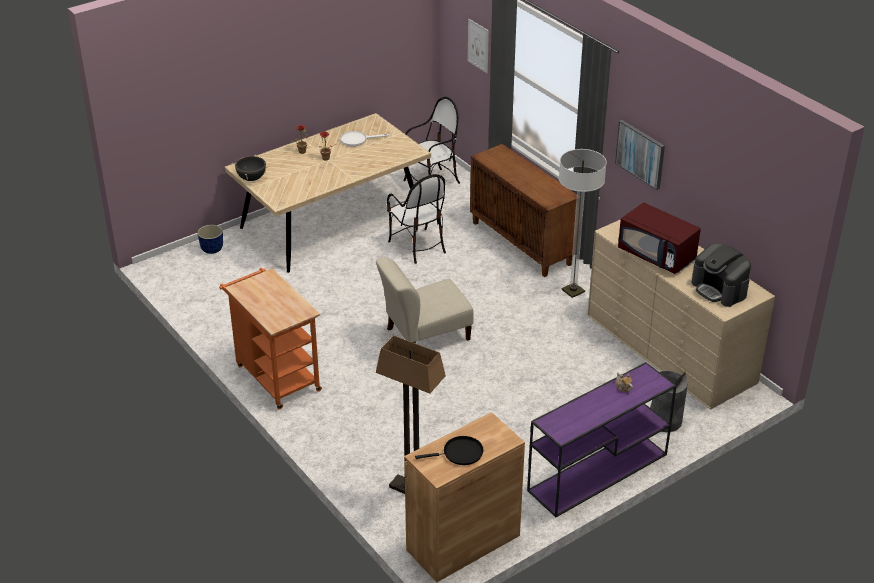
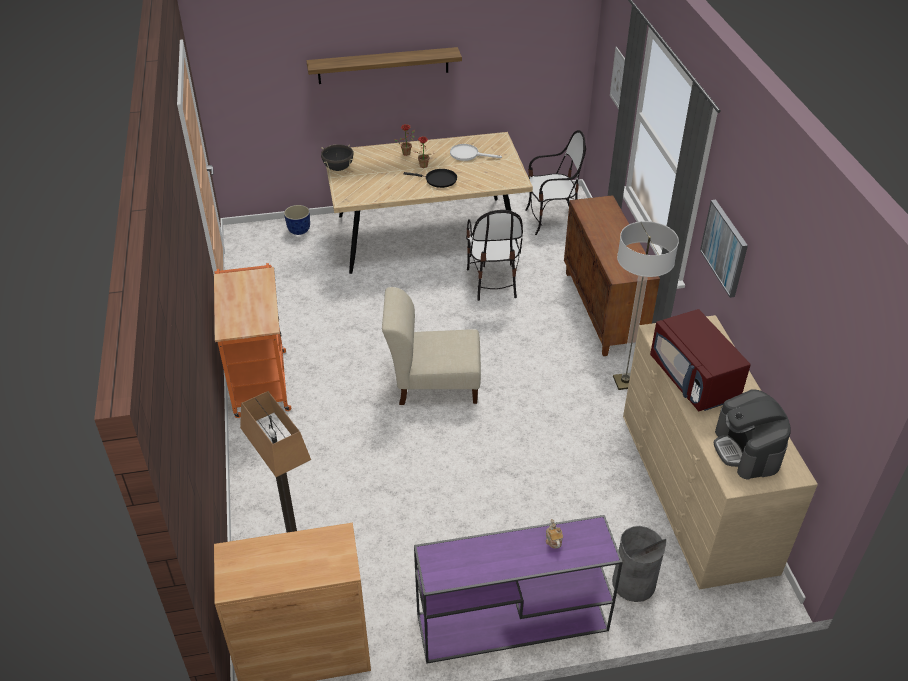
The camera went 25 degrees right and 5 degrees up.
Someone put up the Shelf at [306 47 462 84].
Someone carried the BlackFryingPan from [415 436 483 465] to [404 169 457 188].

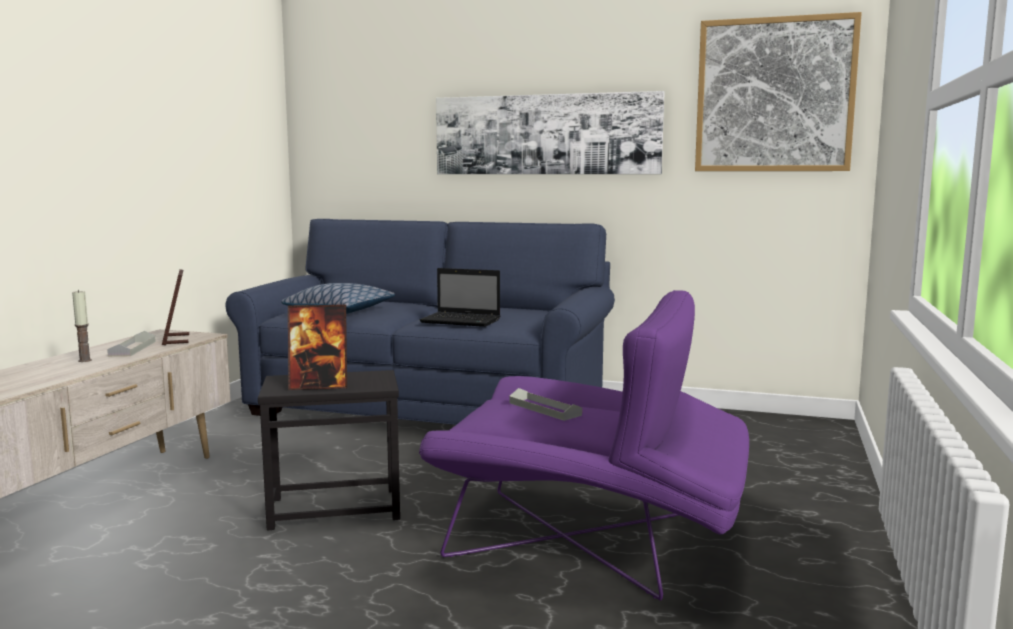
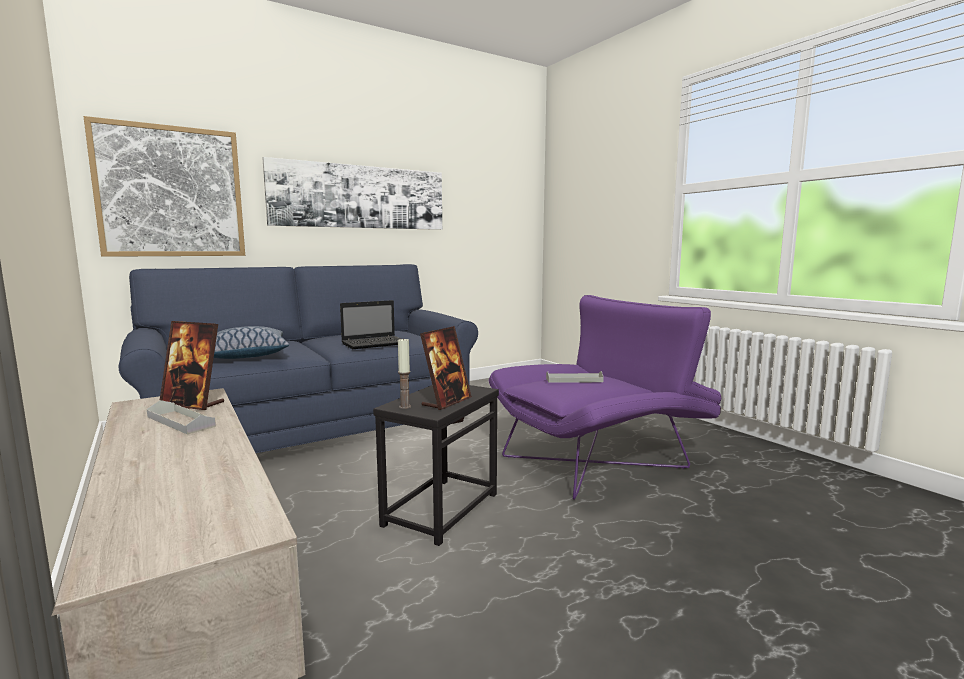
The camera went 50 degrees left and 0 degrees up.
Someone carried the Candle from [72 290 92 362] to [398 338 411 409].
Someone carried the Picture from [695 12 862 171] to [83 116 245 257].

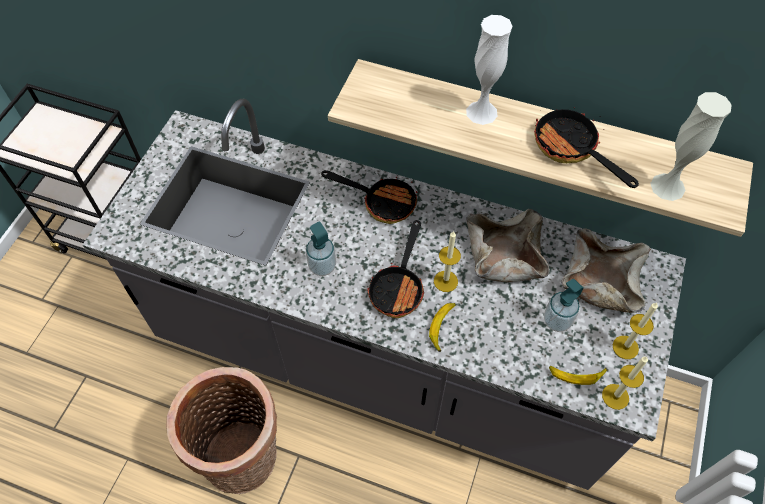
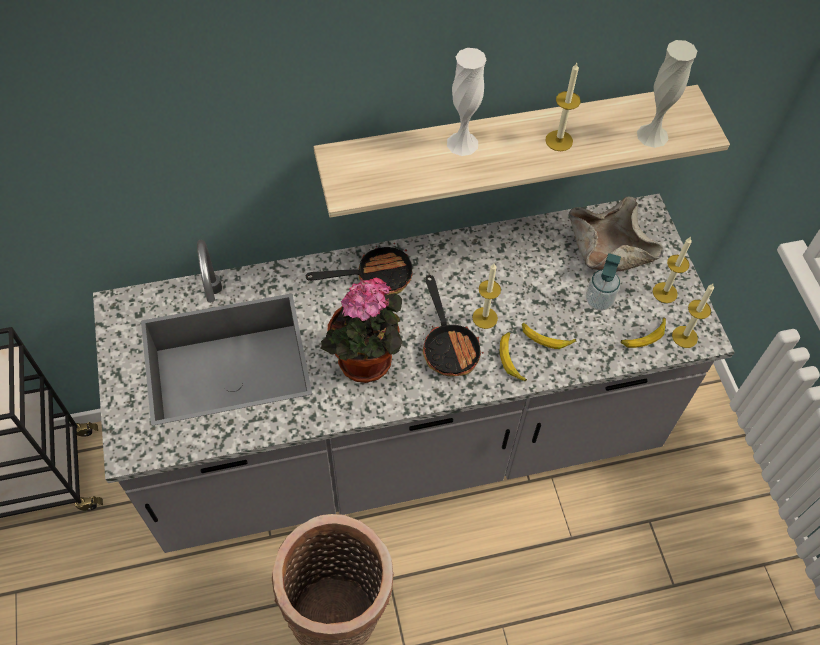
The camera went 35 degrees left and 0 degrees up.
Someone took away the BeigeBowl at [466 209 549 282].
Someone put down the Banana at [522 323 576 349].
Someone swapped the SoapDispenser at [306 222 336 276] for the PottedPlant at [321 278 403 383].
Someone swapped the FryingPan at [534 109 639 188] for the Candle at [545 63 581 151].

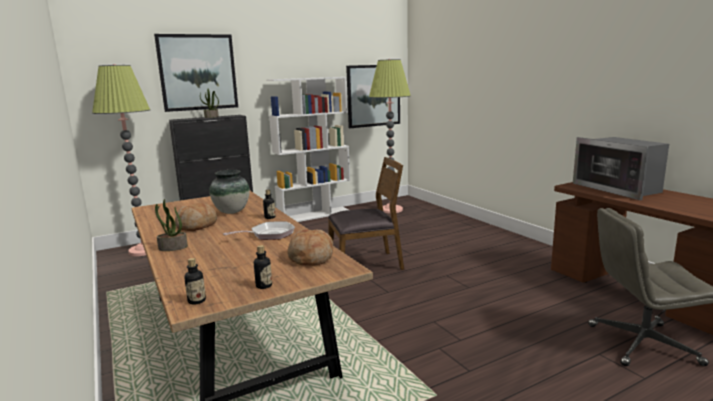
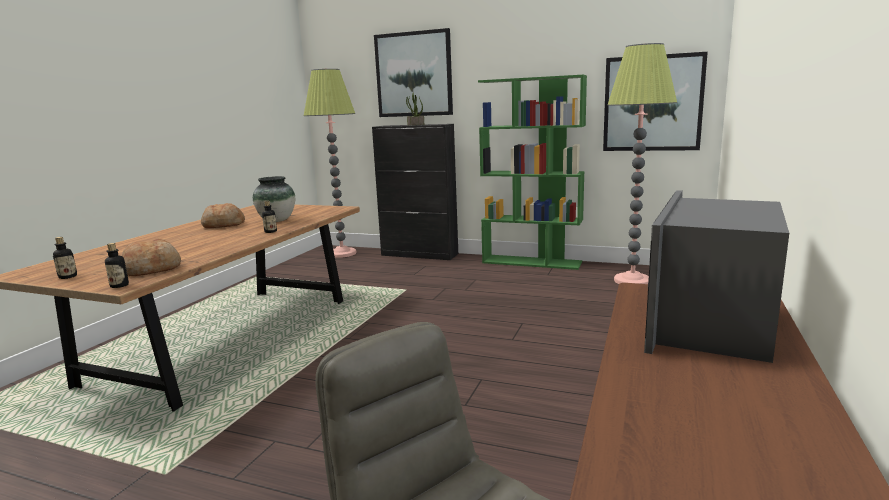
The camera went 50 degrees right and 0 degrees up.
Someone took away the PottedPlant at [155 199 188 251].
Someone took away the FryingPan at [223 221 295 240].
Someone took away the BrownChair at [328 157 404 270].
Someone carried the Bottle from [184 258 206 305] to [105 243 129 288].
Someone repainted the WhiteBookcase at [266 77 350 222], which became the GreenBookcase at [478 75 587 270].

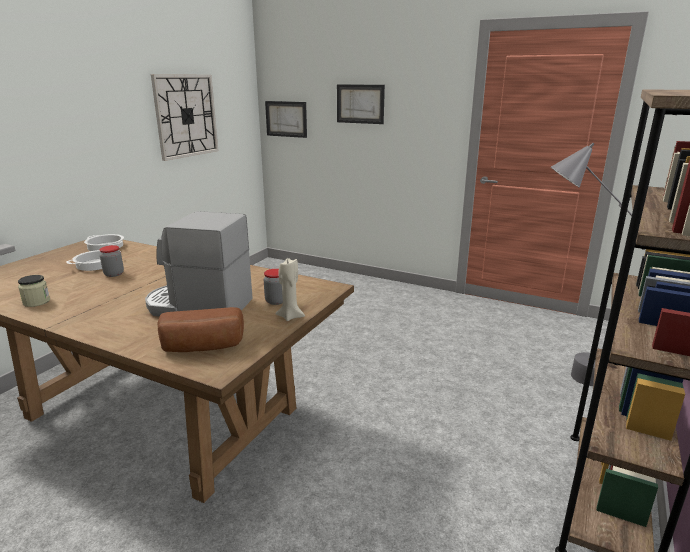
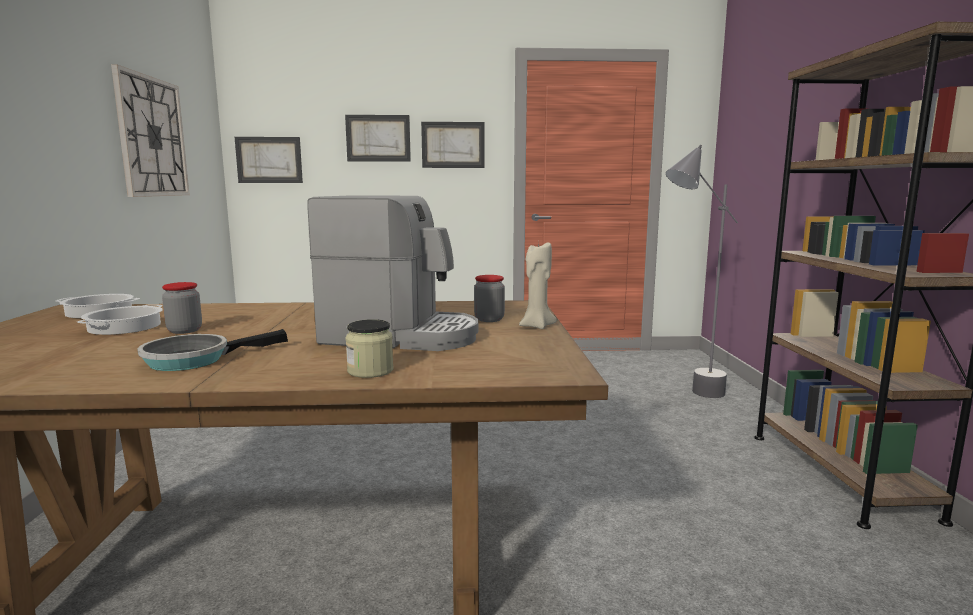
The camera went 30 degrees left and 10 degrees down.
Someone took away the Bread at [158 307 244 352].
Someone put down the FryingPan at [137 329 288 371].
Someone put up the Picture at [421 122 485 168].
Someone carried the Jar from [18 275 50 307] to [346 319 394 378].
Someone rotated the CoffeeMachine at [145 211 253 317] by 150 degrees counterclockwise.

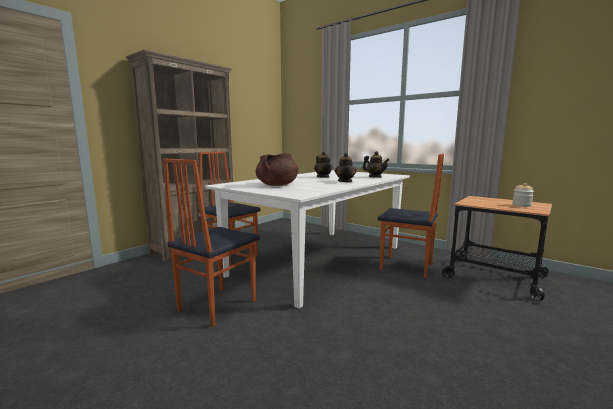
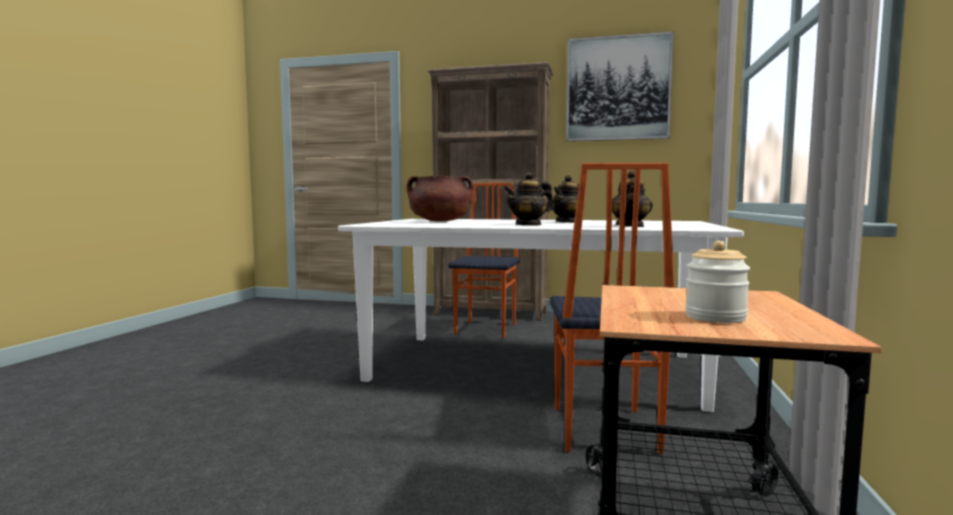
The camera went 65 degrees right and 5 degrees down.
Someone took away the Chair at [163 159 260 327].
Someone put up the Picture at [566 31 674 141].

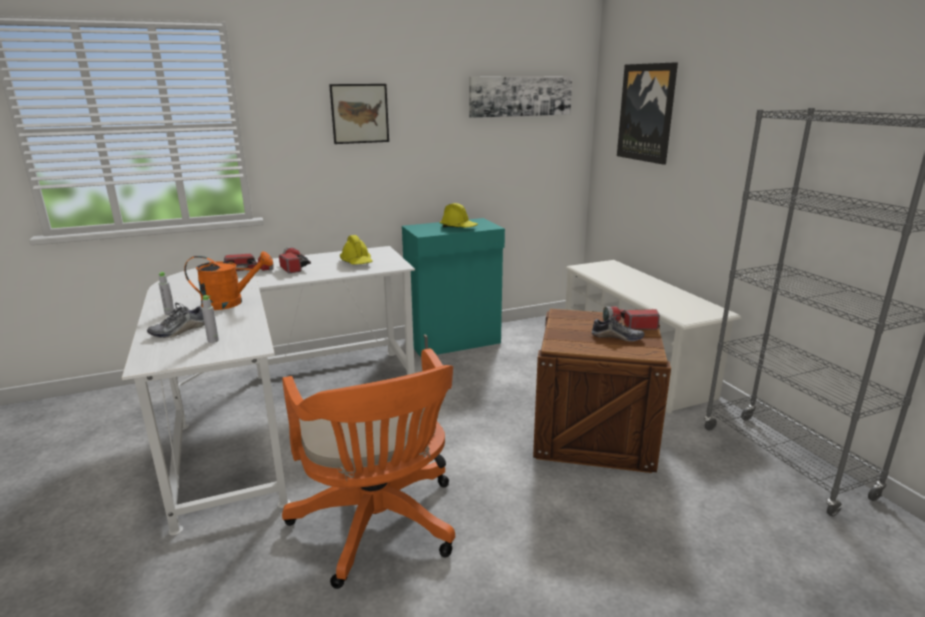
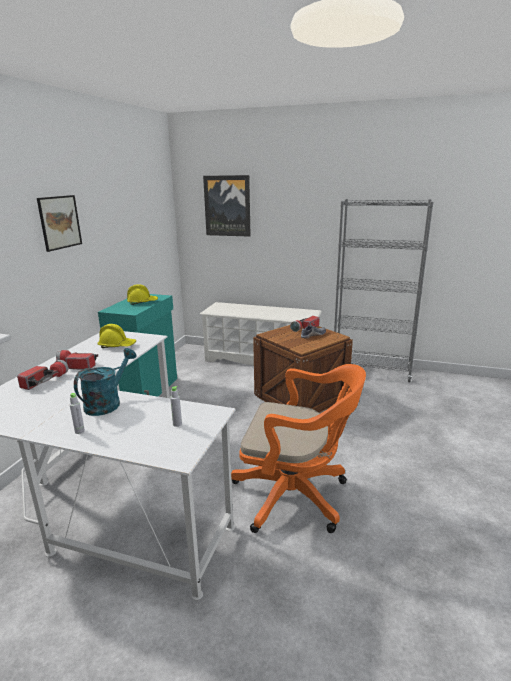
The camera went 50 degrees left and 0 degrees up.
Someone took away the Shoe at [147 303 205 338].
Someone took away the Picture at [469 76 572 118].
Someone repainted the OrangeWateringCan at [184 251 273 310], which became the TurquoiseWateringCan at [74 348 136 416].

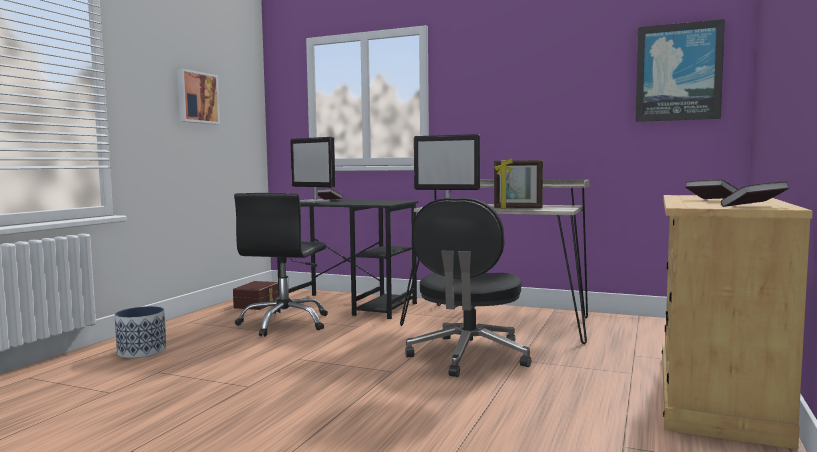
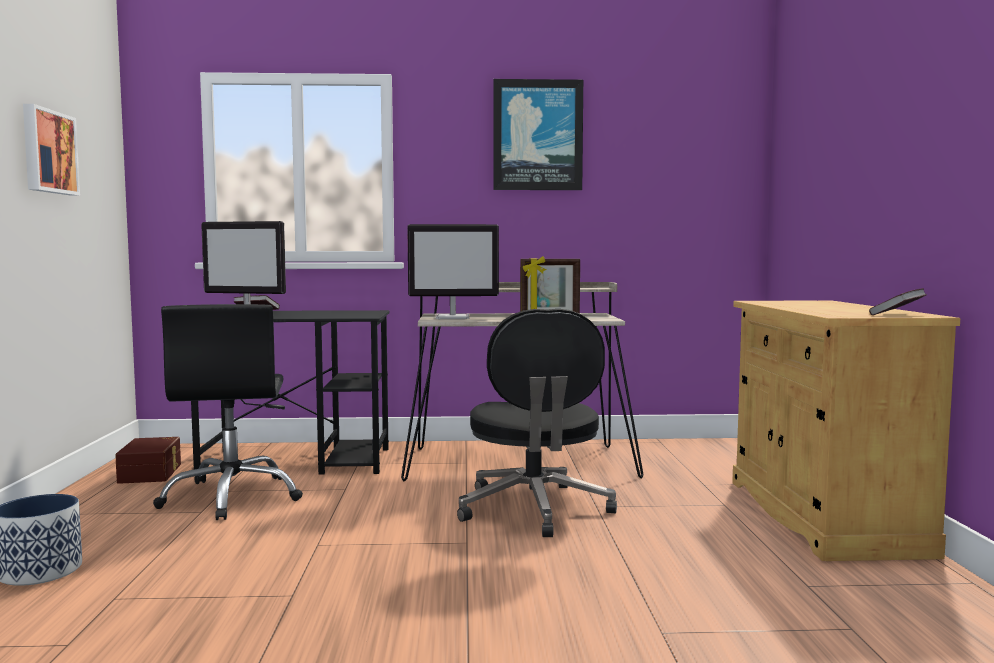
The camera went 25 degrees left and 0 degrees up.
Someone took away the Book at [685 180 738 199].
Someone carried the Picture from [635 19 725 122] to [493 79 583 190].

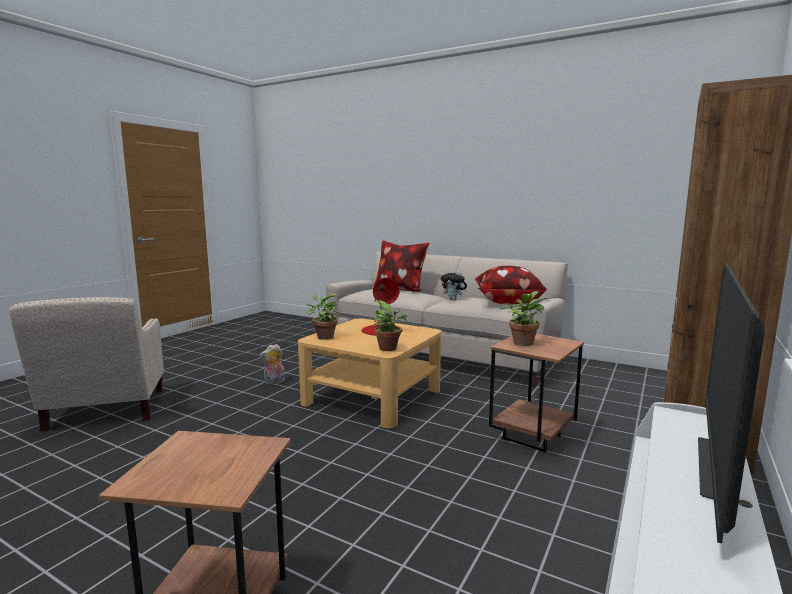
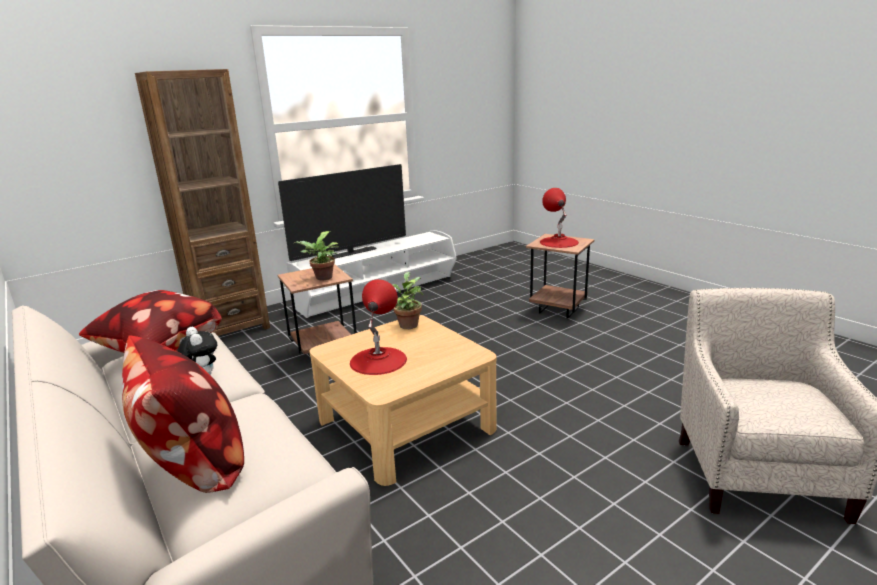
The camera went 155 degrees left and 10 degrees up.
Someone took away the PlushToy at [259 344 285 384].
Someone took away the PottedPlant at [306 294 339 340].
Someone put down the RedTableLamp at [540 188 579 248].

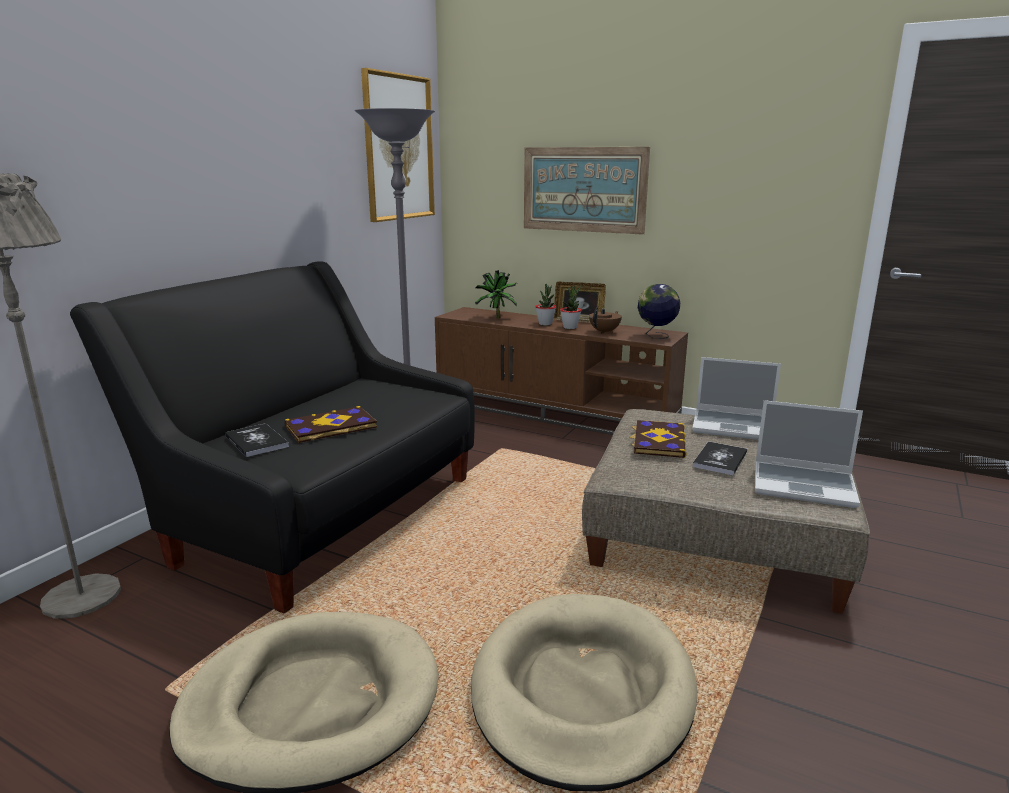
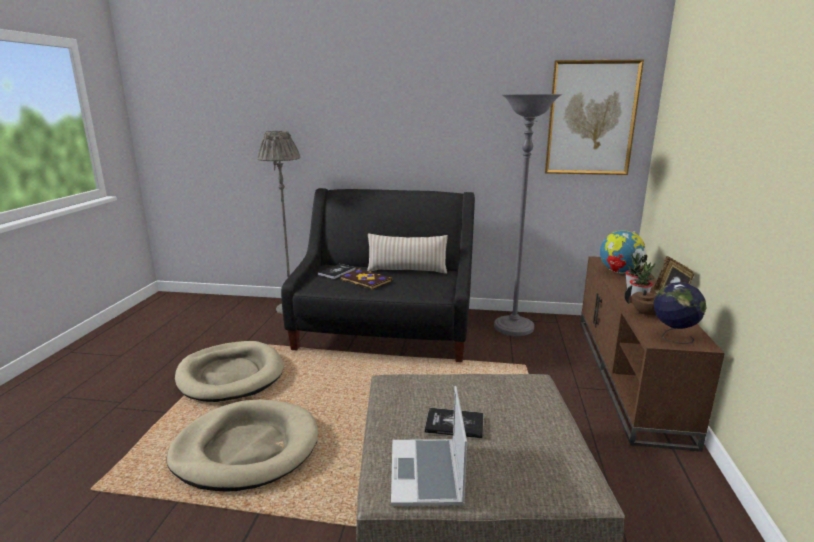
The camera went 70 degrees right and 0 degrees up.
Someone took away the Picture at [524 147 650 235].
Someone took away the Book at [630 420 687 458].
Someone took away the Laptop at [692 357 781 440].
Someone put down the BeigePillow at [367 233 448 274].
Someone swapped the PottedPlant at [475 270 517 318] for the Globe at [600 230 647 274].

